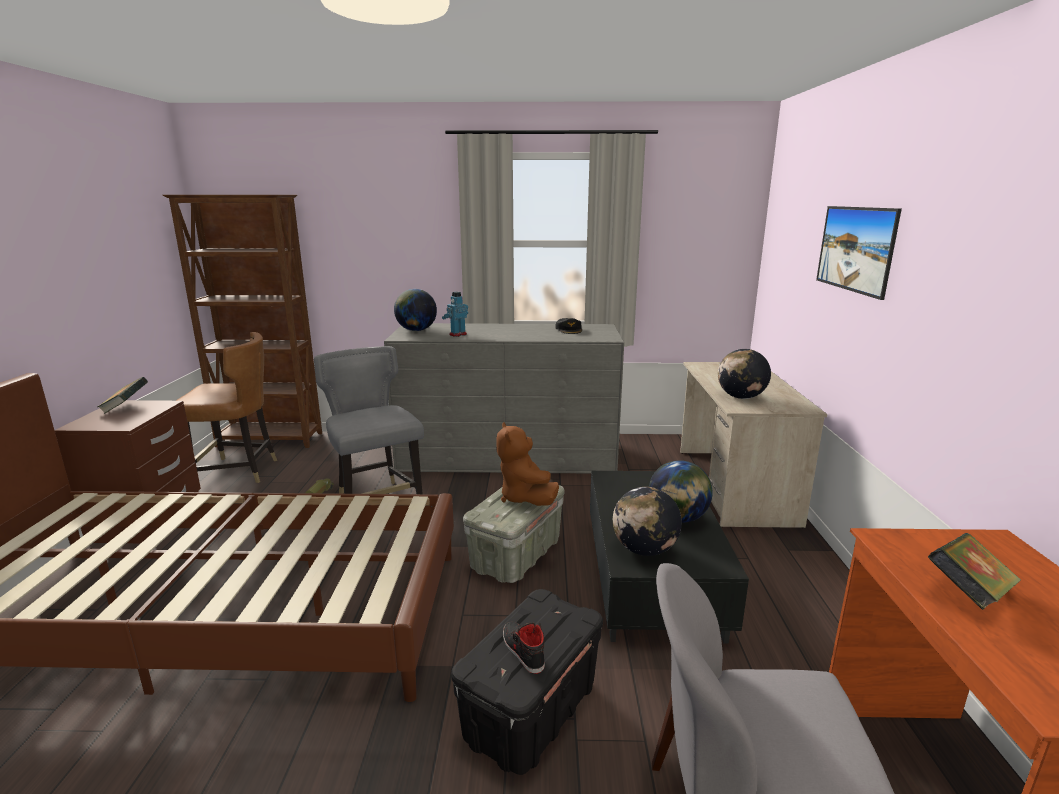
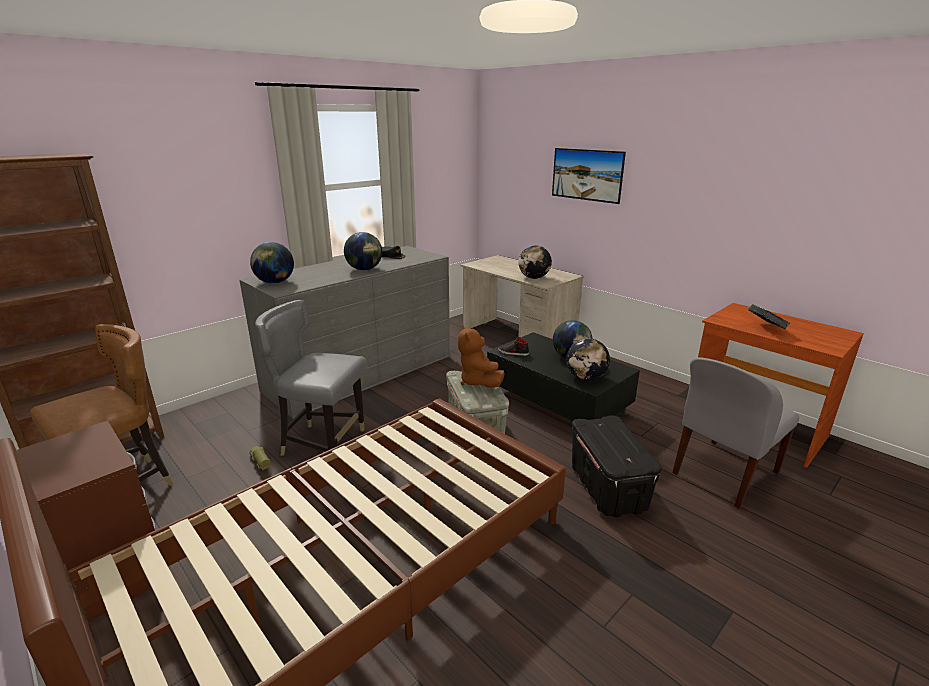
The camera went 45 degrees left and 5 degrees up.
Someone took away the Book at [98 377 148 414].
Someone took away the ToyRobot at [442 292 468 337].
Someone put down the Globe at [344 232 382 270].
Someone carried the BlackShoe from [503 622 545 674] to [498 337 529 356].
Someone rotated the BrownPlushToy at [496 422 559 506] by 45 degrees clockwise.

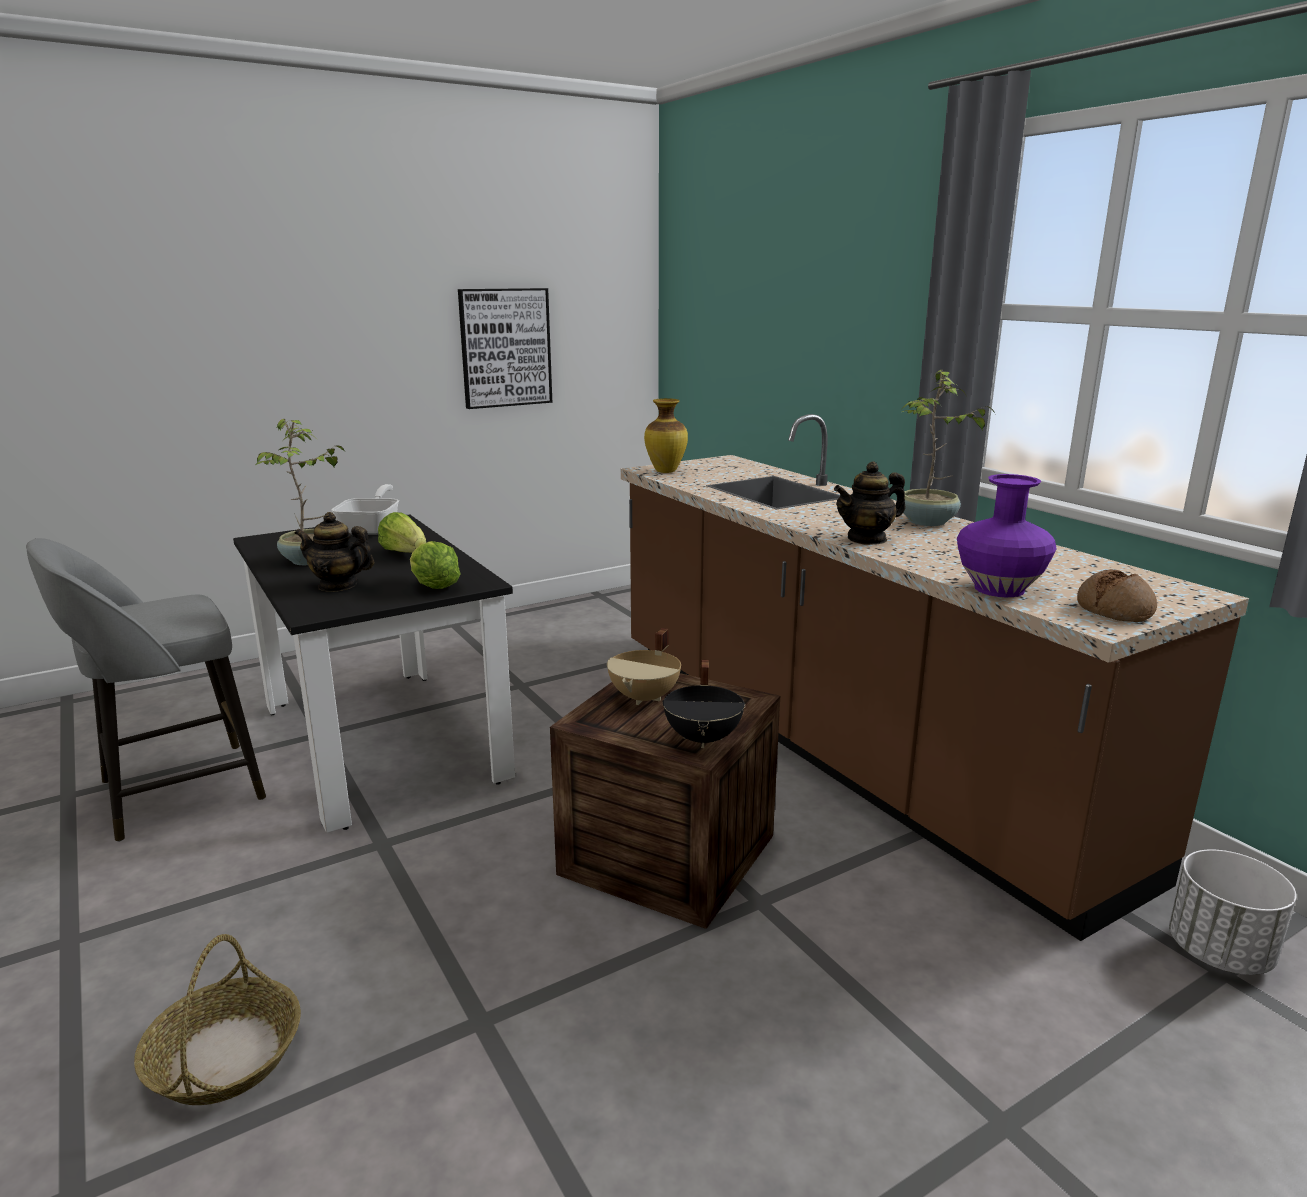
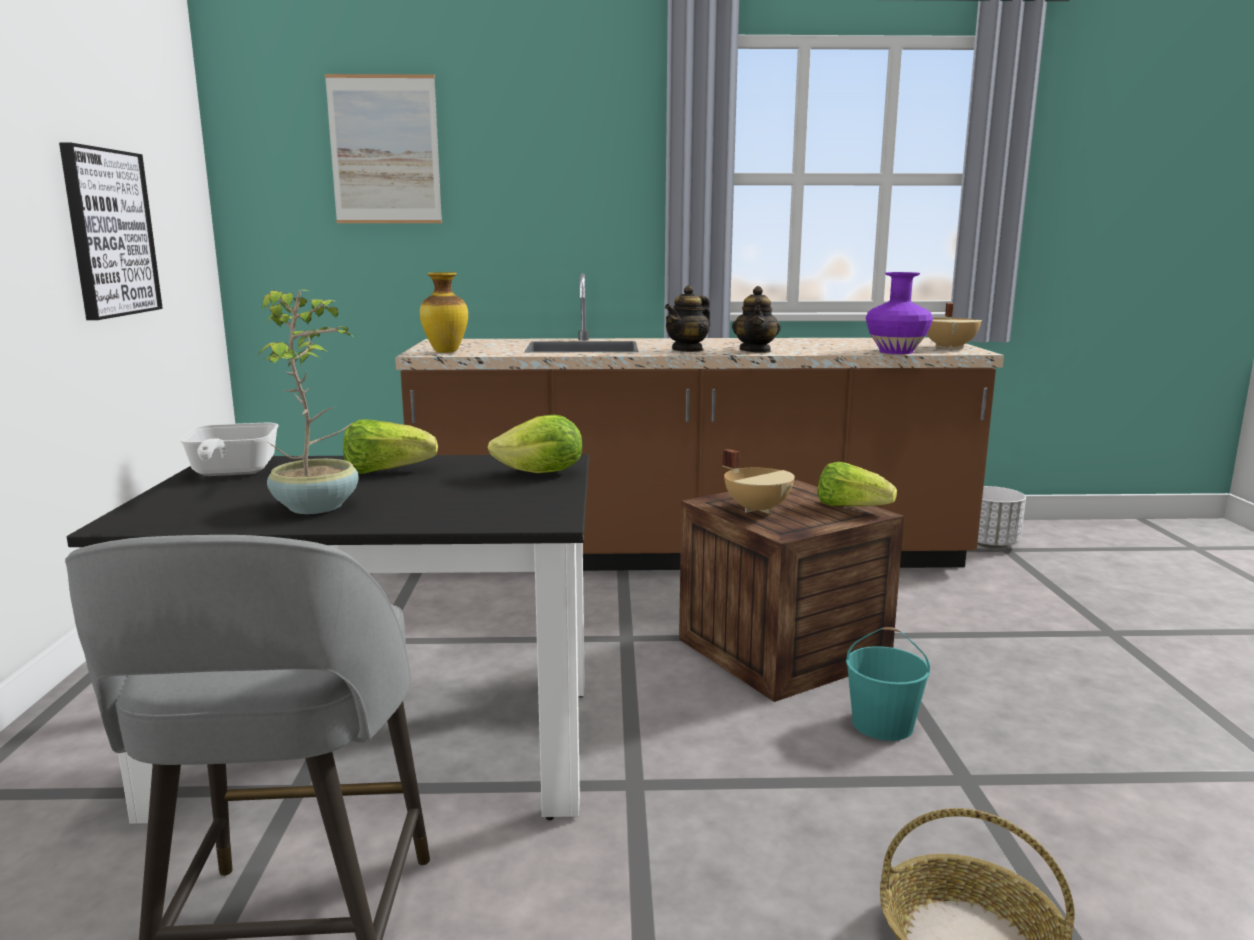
The camera went 60 degrees left and 5 degrees down.
Someone took away the PottedPlant at [902 370 995 526].
Someone put up the Picture at [325 74 442 223].
Someone put down the TurquoiseBucket at [846 627 930 741].
Someone carried the Teapot from [294 512 375 592] to [665 286 711 352].
Someone swapped the BlackCookingPot at [663 660 745 748] for the Lettuce at [817 462 897 506].
Someone swapped the Bread at [1077 569 1157 622] for the BeigeCookingPot at [927 303 982 350].
Someone rotated the FryingPan at [332 484 399 535] by 135 degrees counterclockwise.

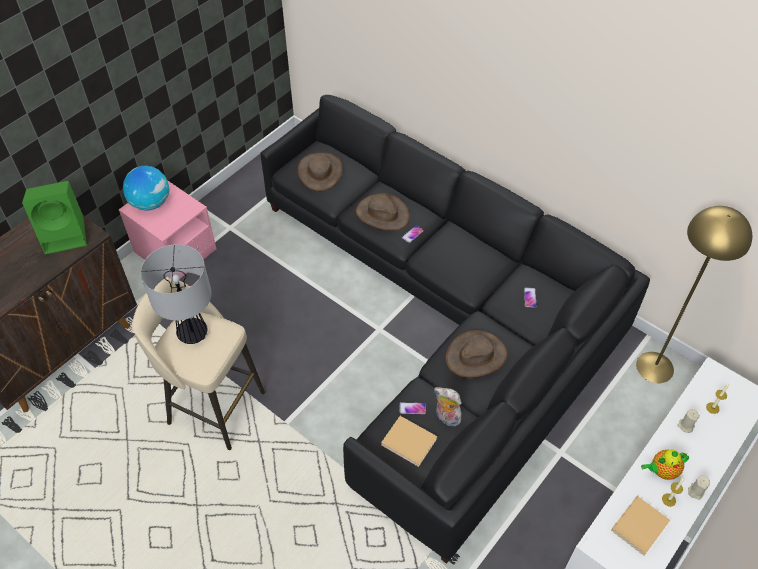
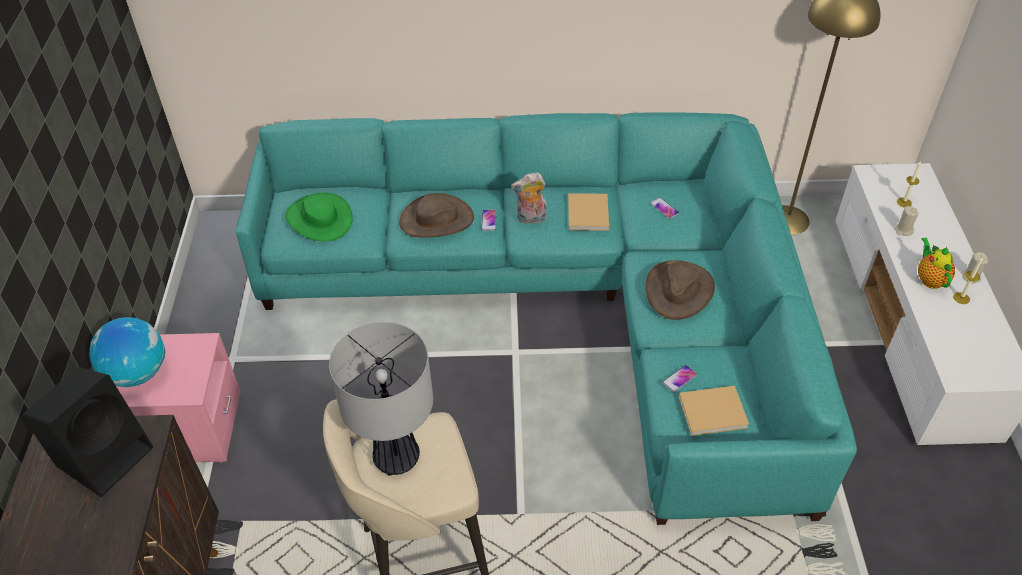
The camera went 40 degrees left and 5 degrees down.
Someone carried the PlushToy from [434 387 462 426] to [511 172 547 224].
Someone carried the BeigeBook from [611 496 670 556] to [568 193 609 231].
Someone repainted the GreenSpeaker at [22 181 87 254], which became the BlackSpeaker at [22 367 153 497].
Someone repainted the BlackSofa at [261 95 650 564], which became the TurquoiseSofa at [236 112 857 525].
Someone repainted the BrownHat at [298 153 343 191], which became the GreenHat at [285 192 353 241].
Someone rotated the Teapot at [641 450 689 480] by 135 degrees clockwise.

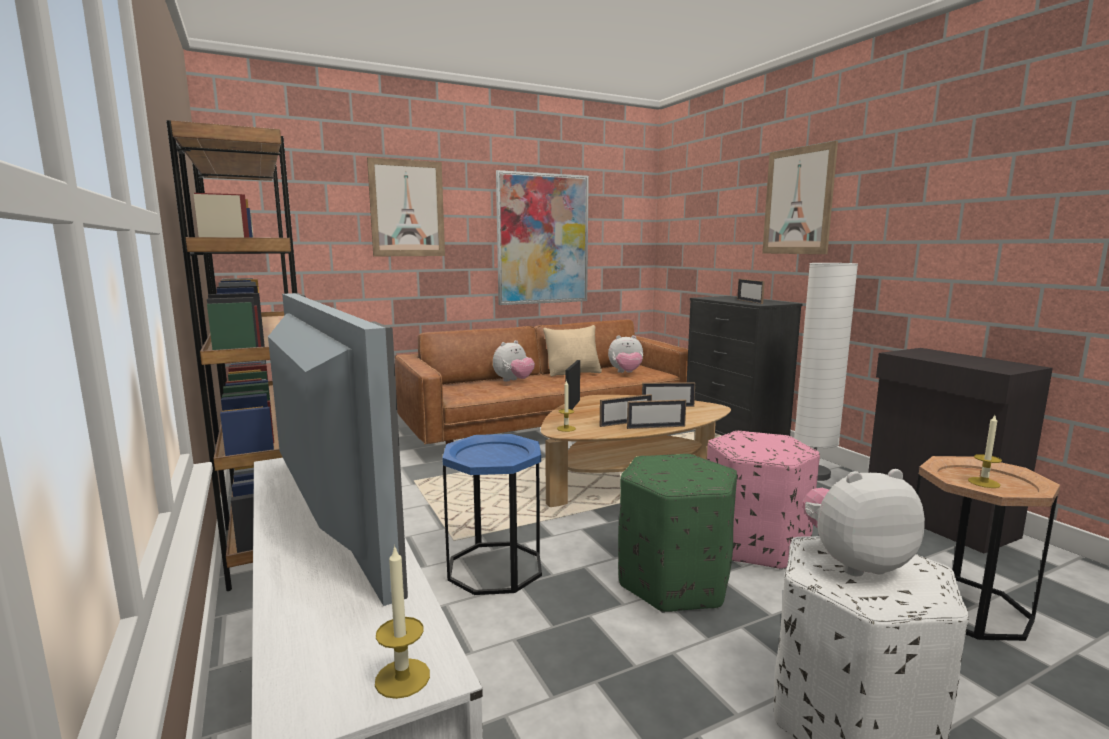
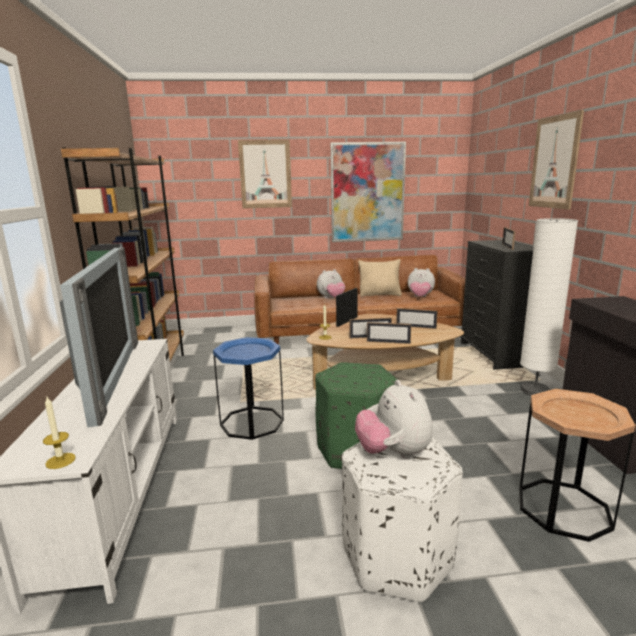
The camera went 20 degrees right and 5 degrees up.
Someone took away the PinkOttoman at [707 431 820 570].
Someone took away the Candle at [968 415 1002 488].
Someone rotated the PlushToy at [803 469 925 576] by 120 degrees counterclockwise.

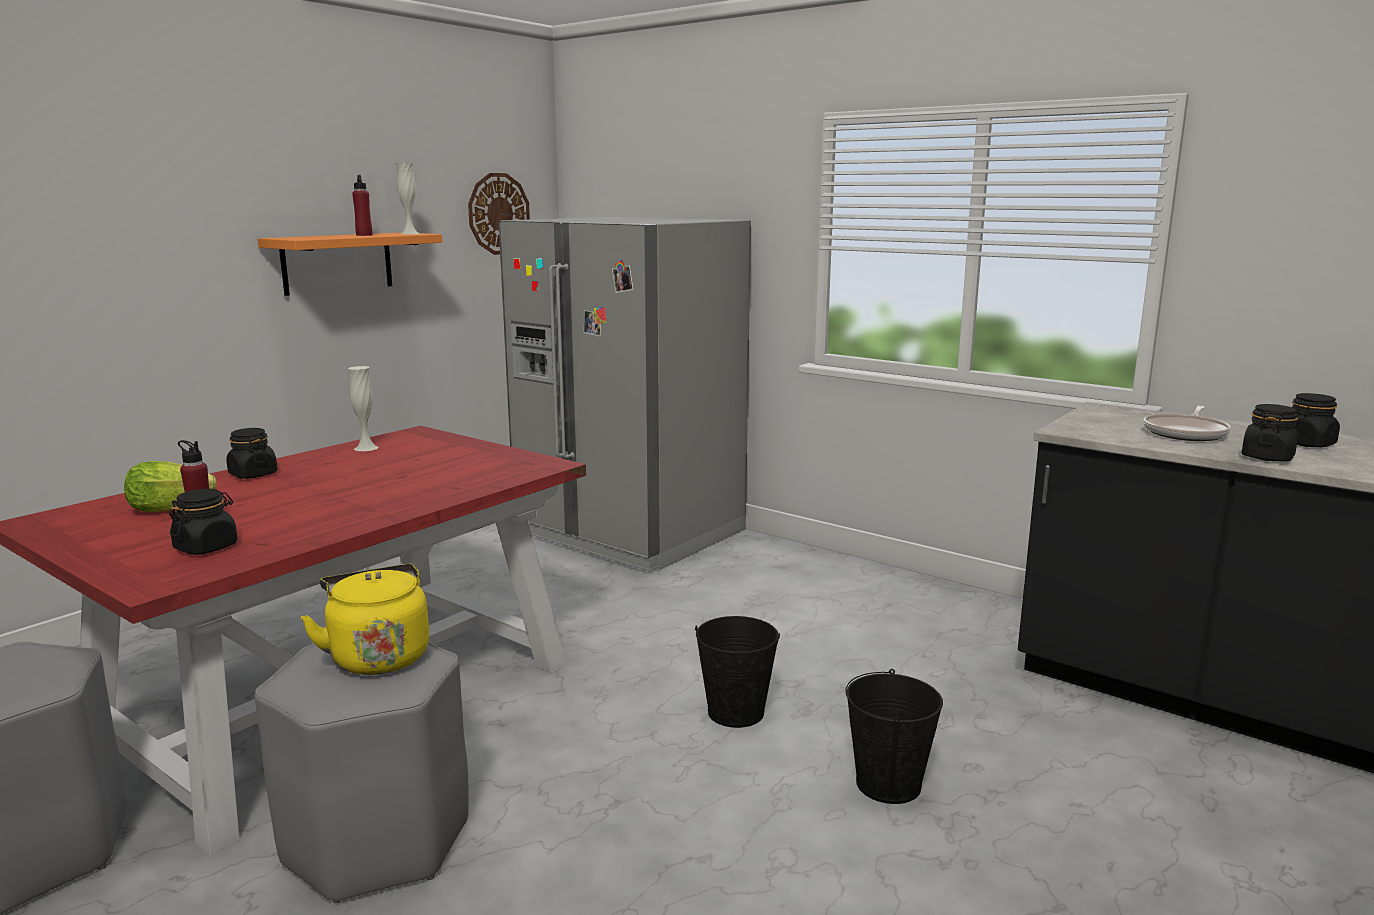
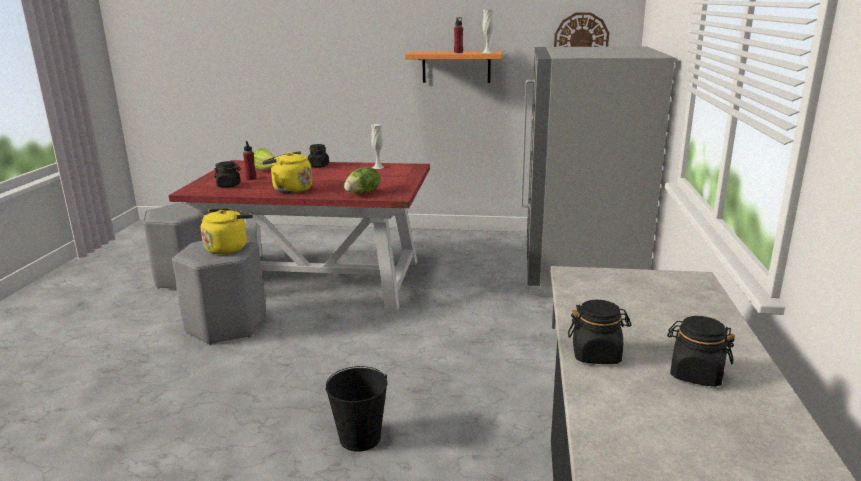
The camera went 60 degrees right and 5 degrees up.
Someone took away the BlackBucket at [695 616 780 728].
Someone took away the FryingPan at [1143 406 1231 441].
Someone put down the YellowKettle at [262 151 312 193].
Someone put down the Lettuce at [344 167 381 194].

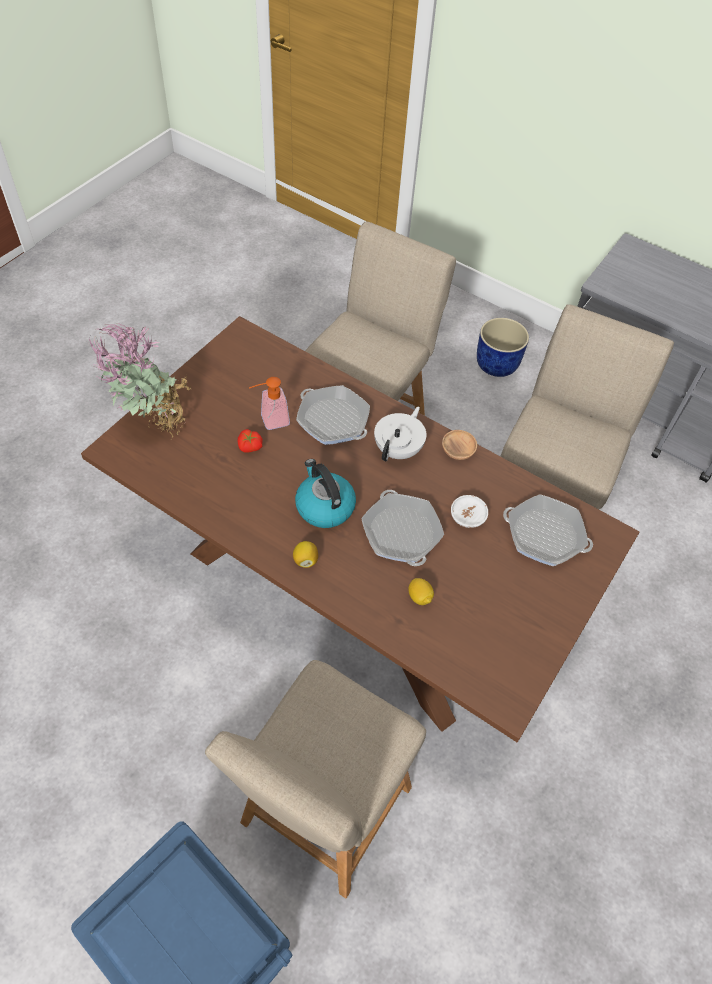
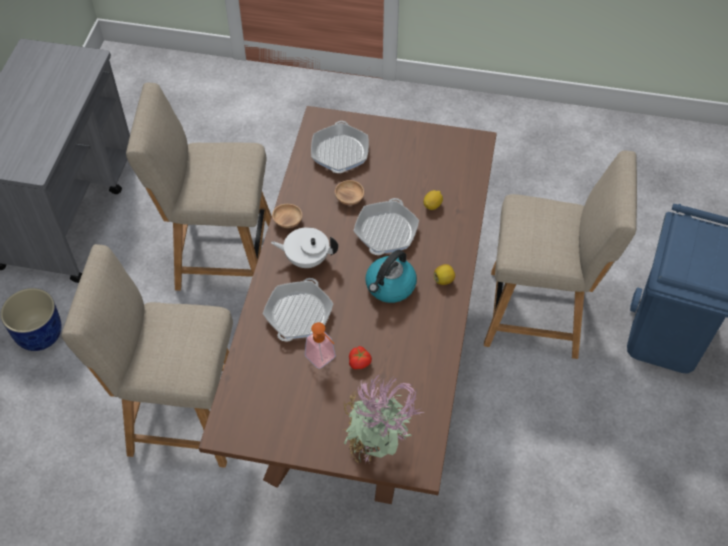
The camera went 110 degrees left and 0 degrees up.
Someone repainted the WhiteBowl at [451 495 488 528], which became the BrownBowl at [335 180 364 205].
Someone rotated the FryingPan at [361 490 444 566] by 150 degrees clockwise.

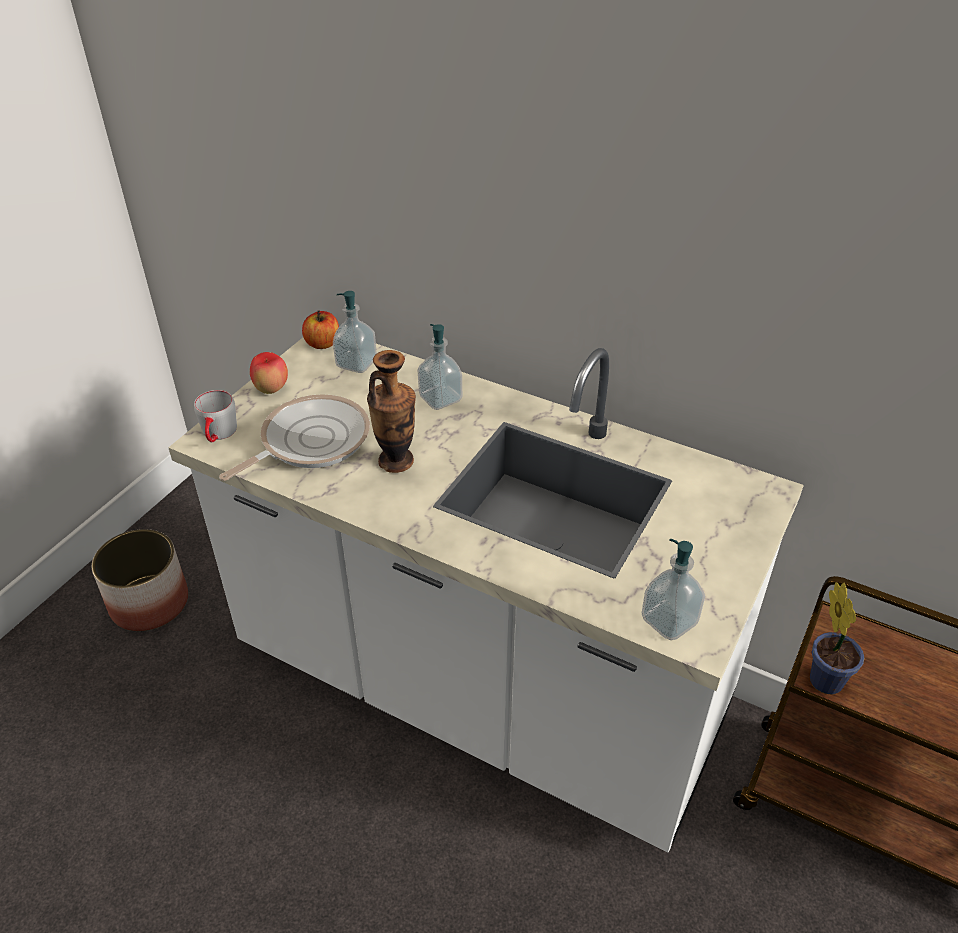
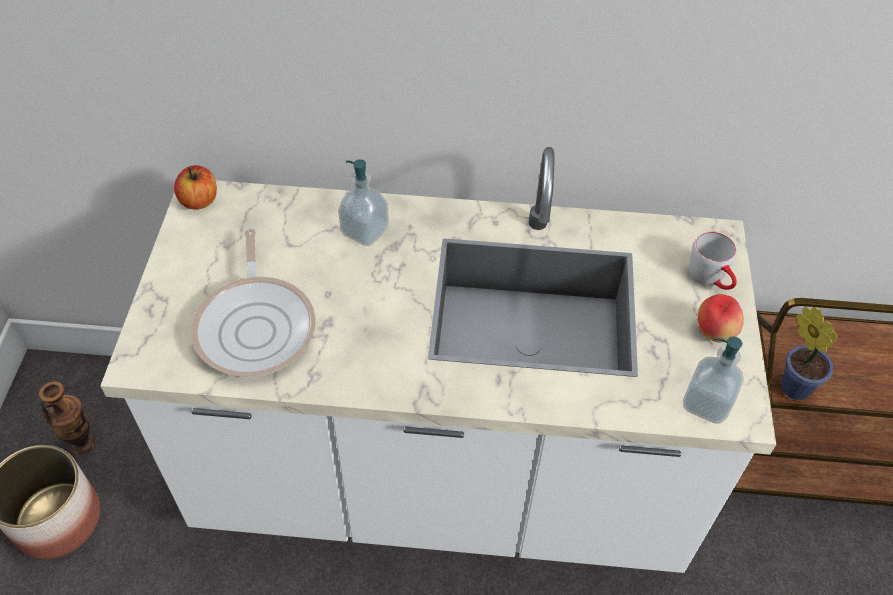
The camera went 25 degrees left and 10 degrees up.
Someone took away the SoapDispenser at [333 291 377 373].
Someone carried the GreyMug from [194 390 237 443] to [689 231 737 290].
Someone carried the Apple from [250 352 288 394] to [698 294 744 342].
Someone carried the Vase from [367 350 416 473] to [39 381 96 455].
Someone rotated the FryingPan at [219 394 370 481] by 150 degrees clockwise.

